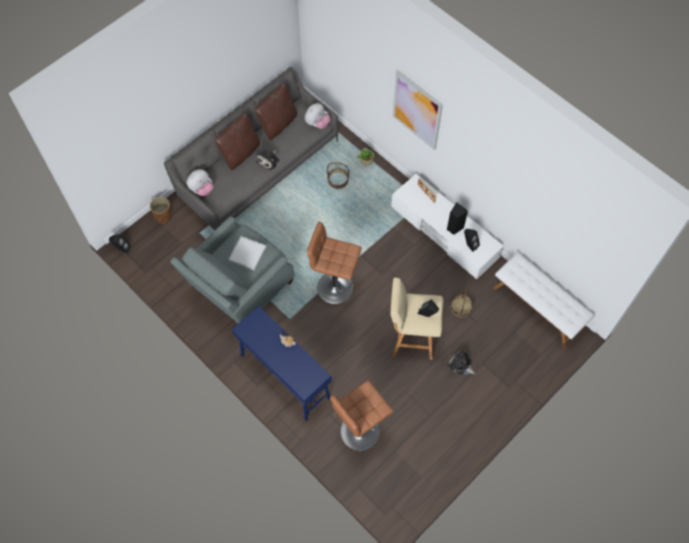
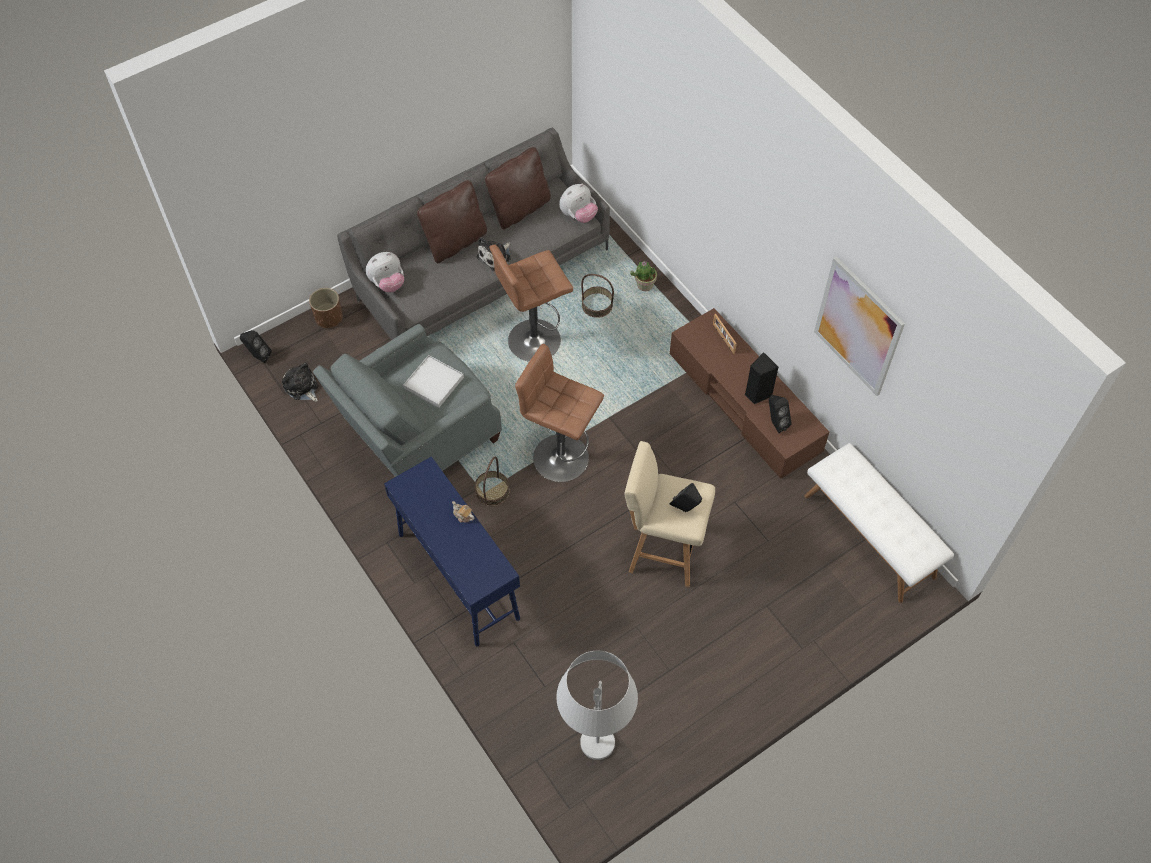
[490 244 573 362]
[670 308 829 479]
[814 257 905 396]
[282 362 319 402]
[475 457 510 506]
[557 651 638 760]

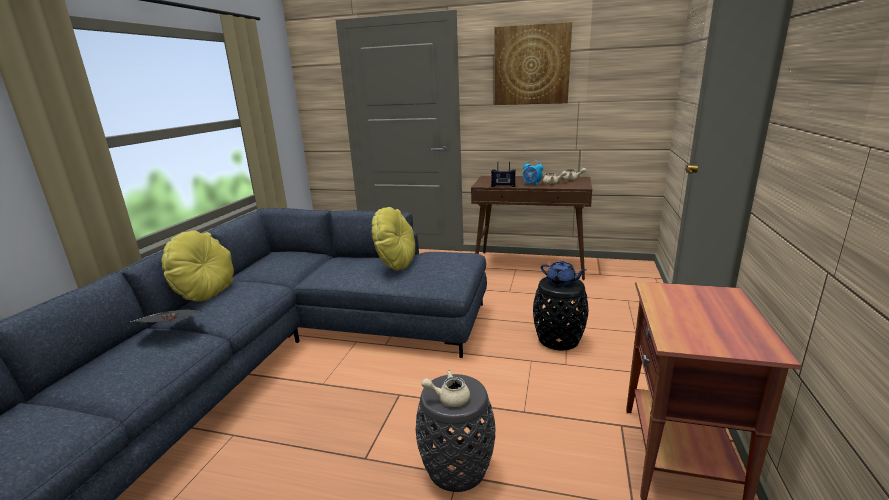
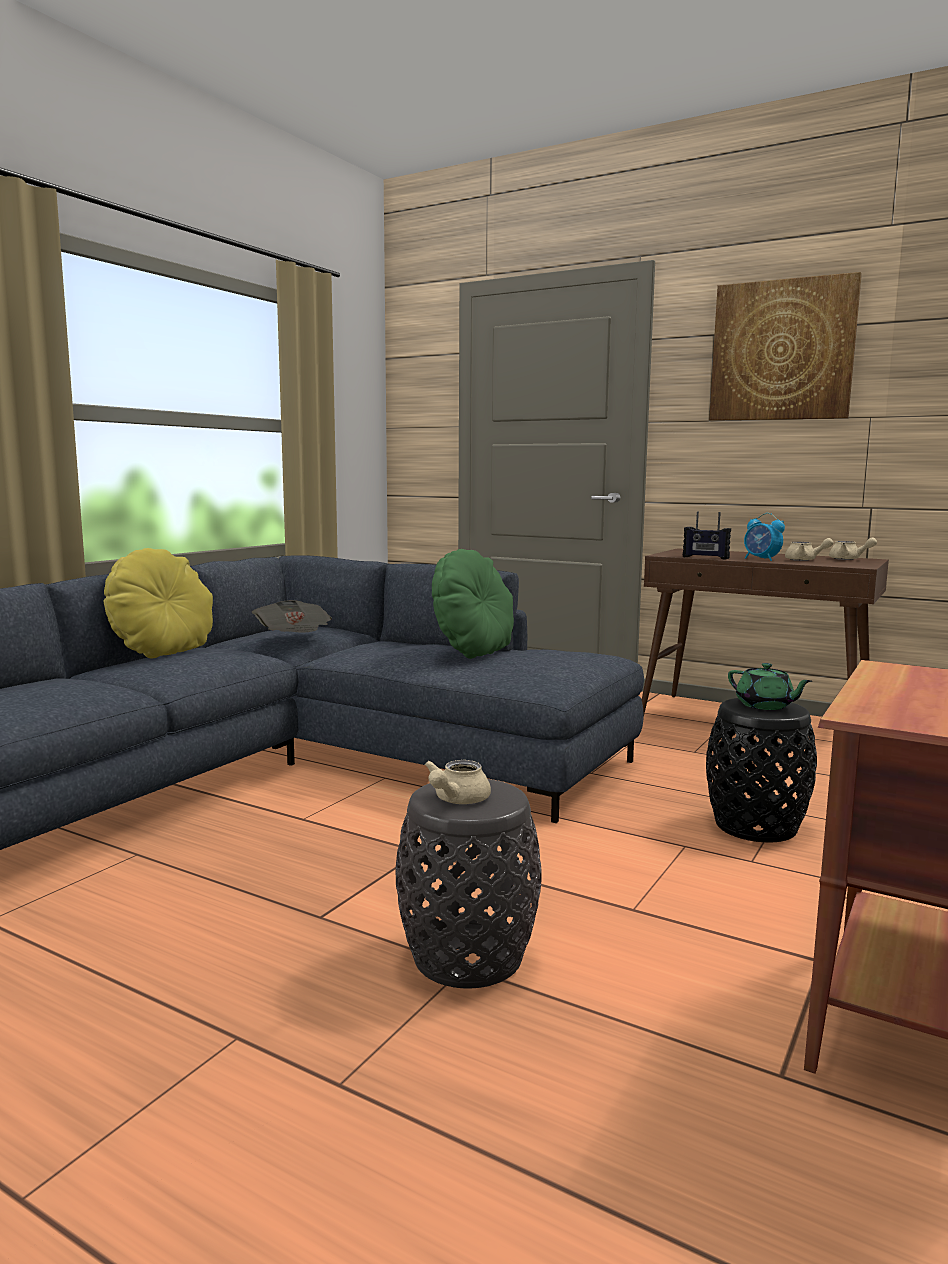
[252 600 332 633]
[432 549 514 659]
[425 760 491 804]
[728 663 812 710]

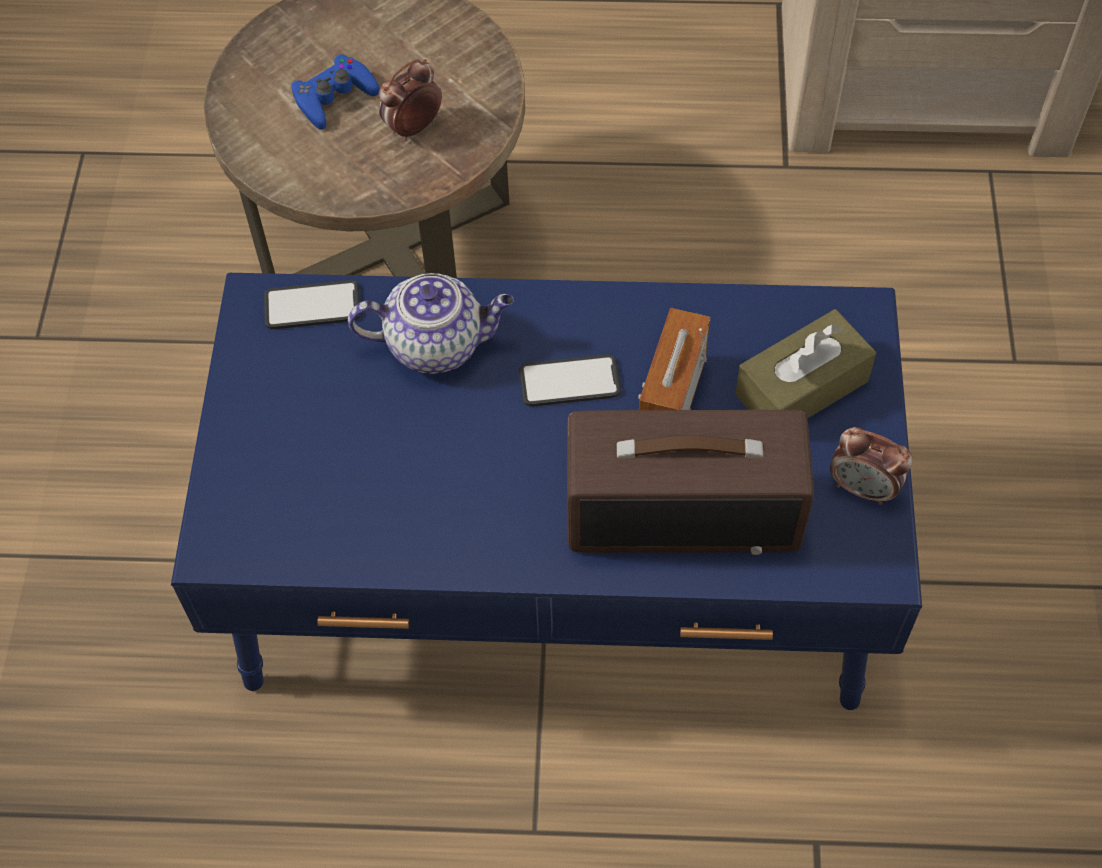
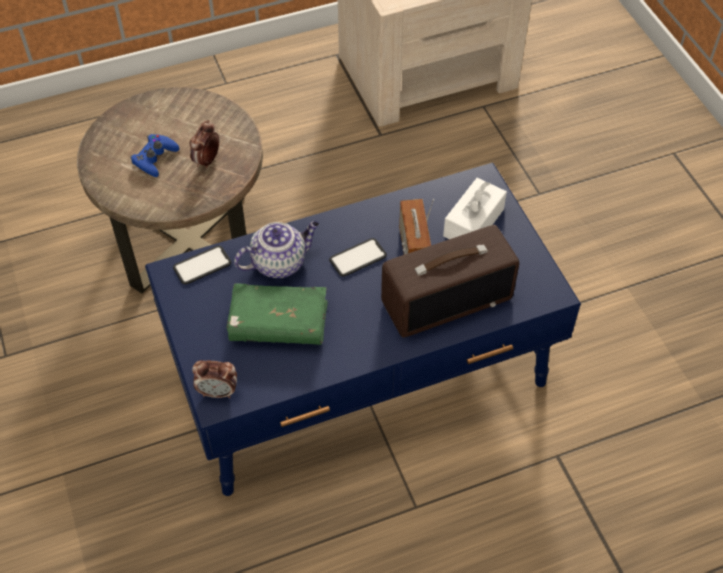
[443 178 507 239]
[192 360 237 398]
[227 283 328 345]

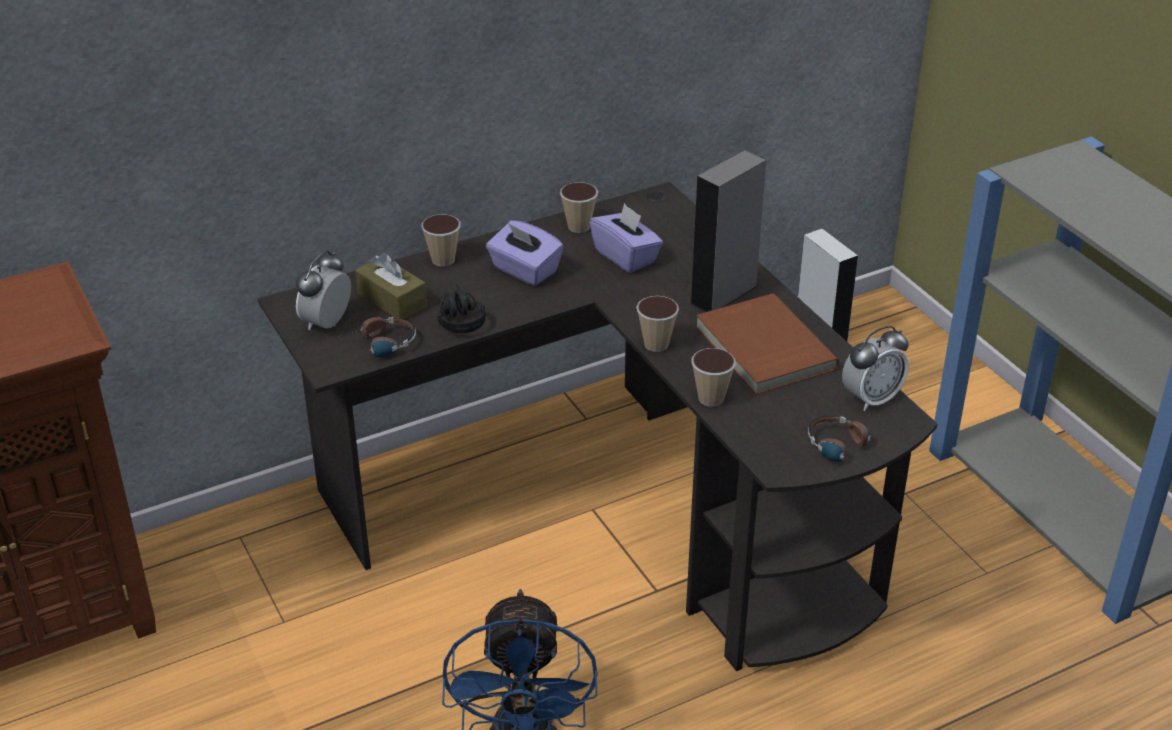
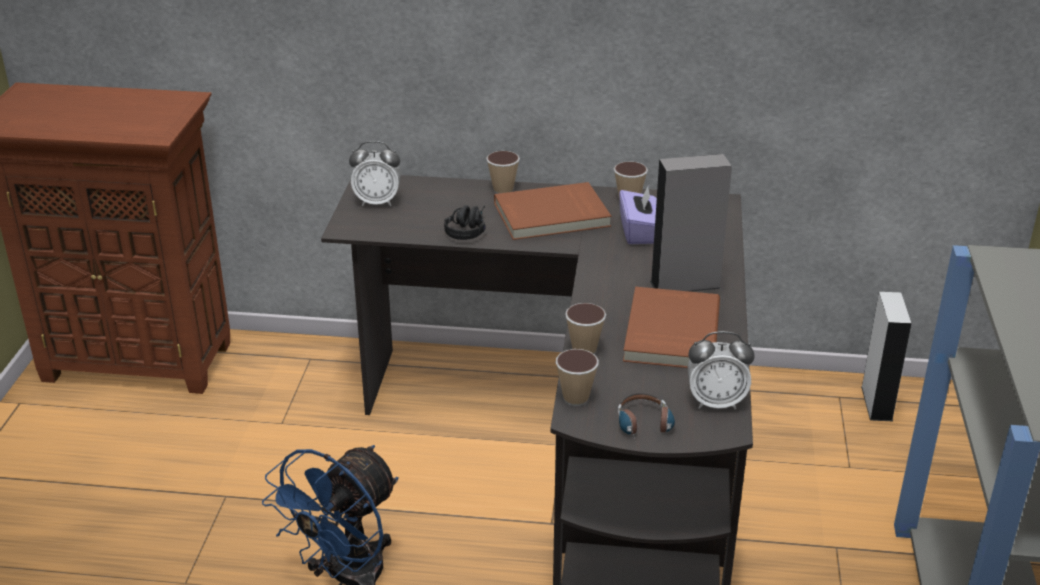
[349 141 401 206]
[338 317 416 358] (first image)
[355 253 427 319] (first image)
[494 182 611 240]
[556 349 599 406]

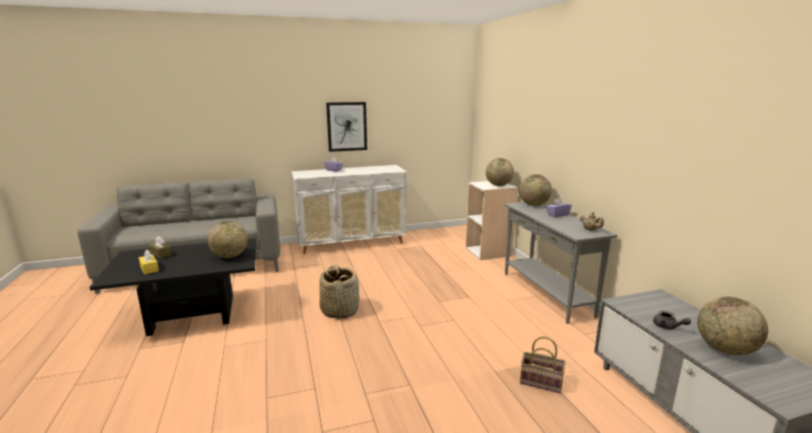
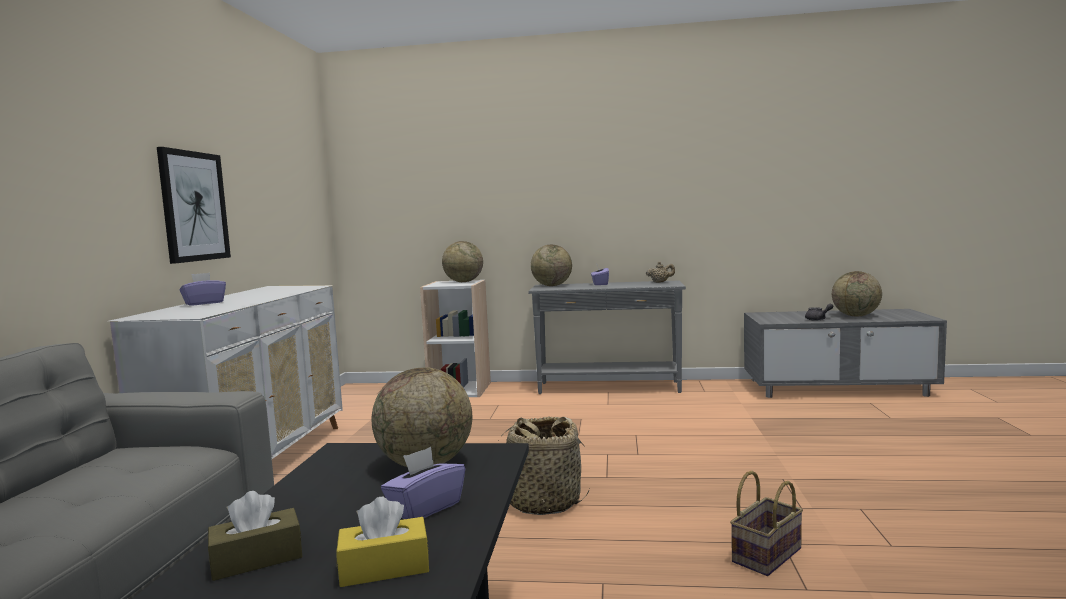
[730 471 803 576]
[381 447 465 519]

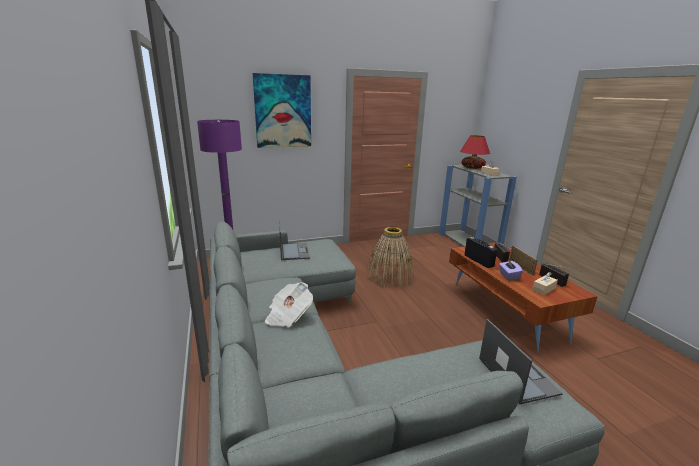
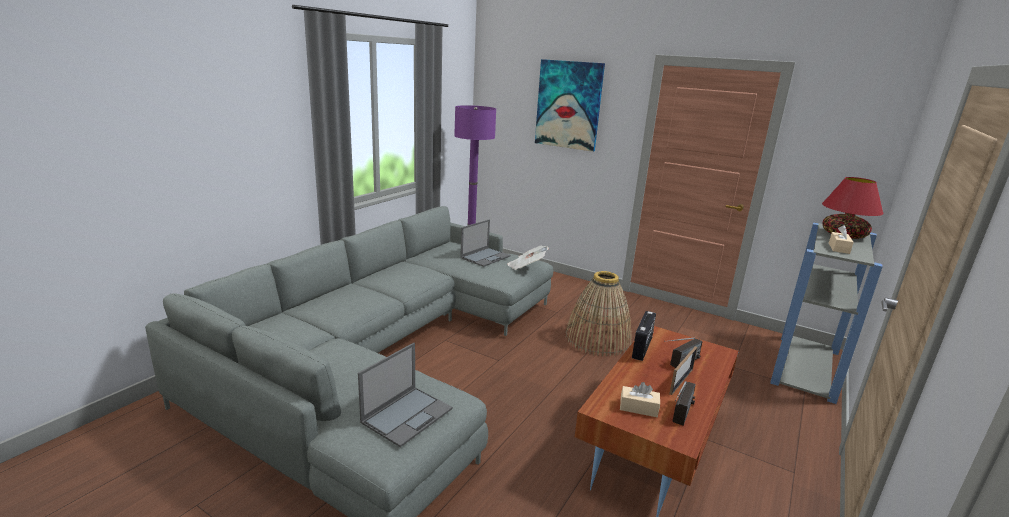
[507 246 549 270]
[499 259 523 280] (first image)

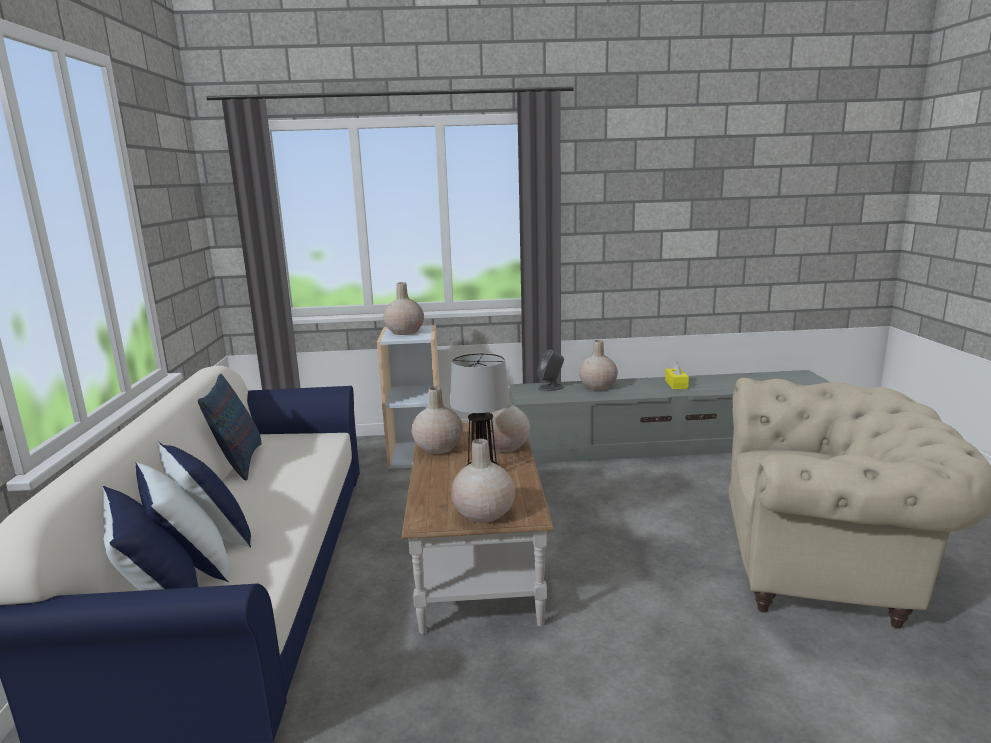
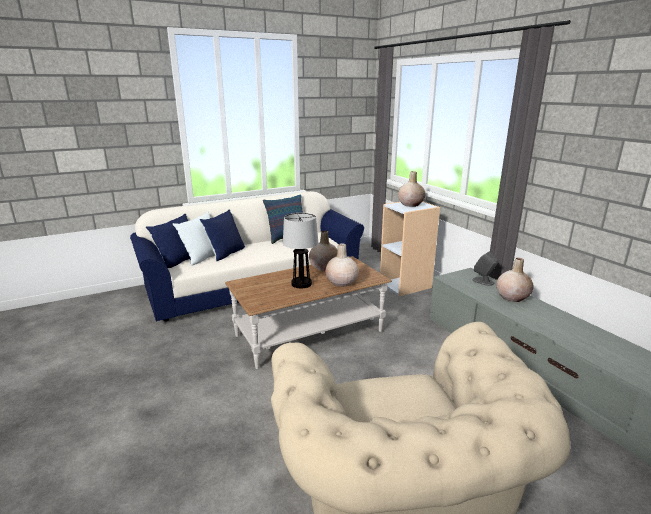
[451 439 515 523] (first image)
[665 361 689 389] (first image)

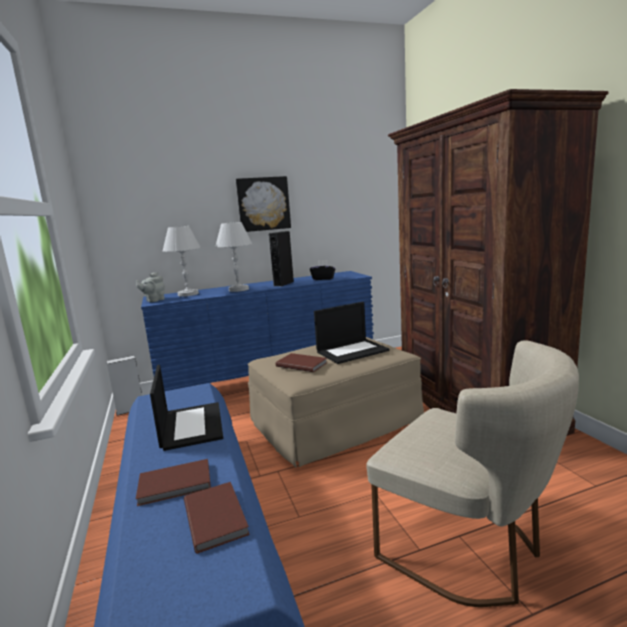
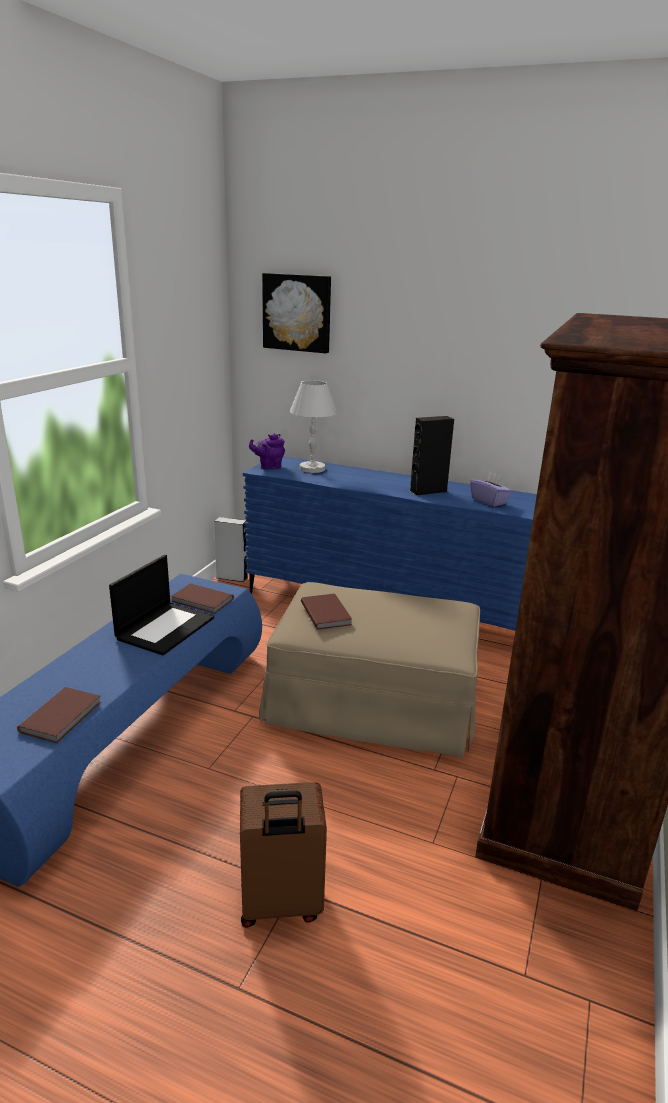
[249 434 285 469]
[171 583 234 614]
[215 222 252 292] (first image)
[262 273 331 353]
[470 472 512 507]
[314 302 390 364] (first image)
[240 782 327 928]

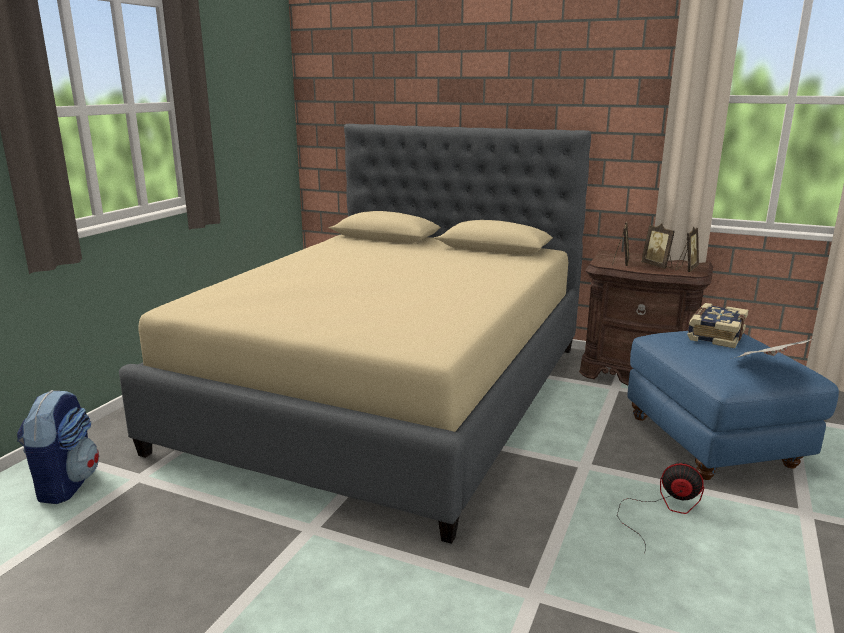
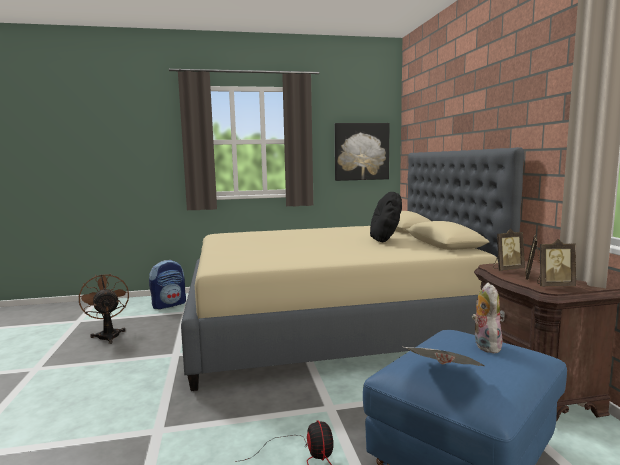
[472 282 503 353]
[79 273 129 344]
[335 123 390 181]
[370 192 402 242]

